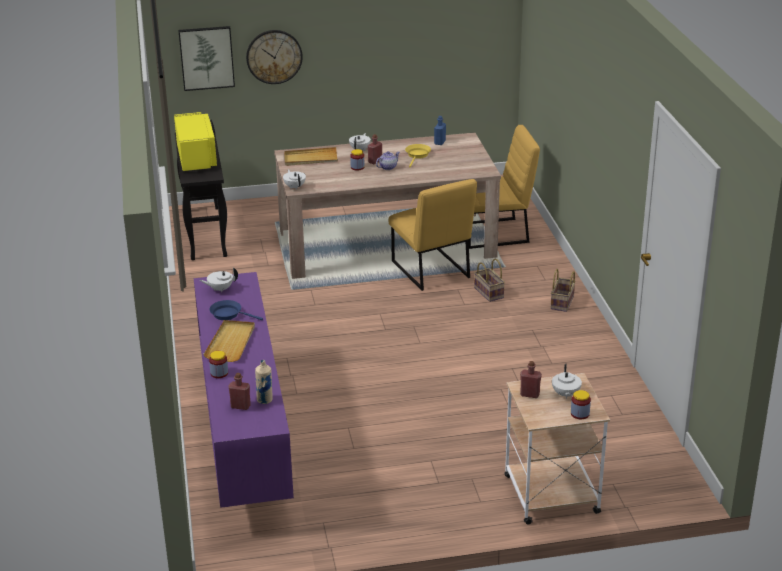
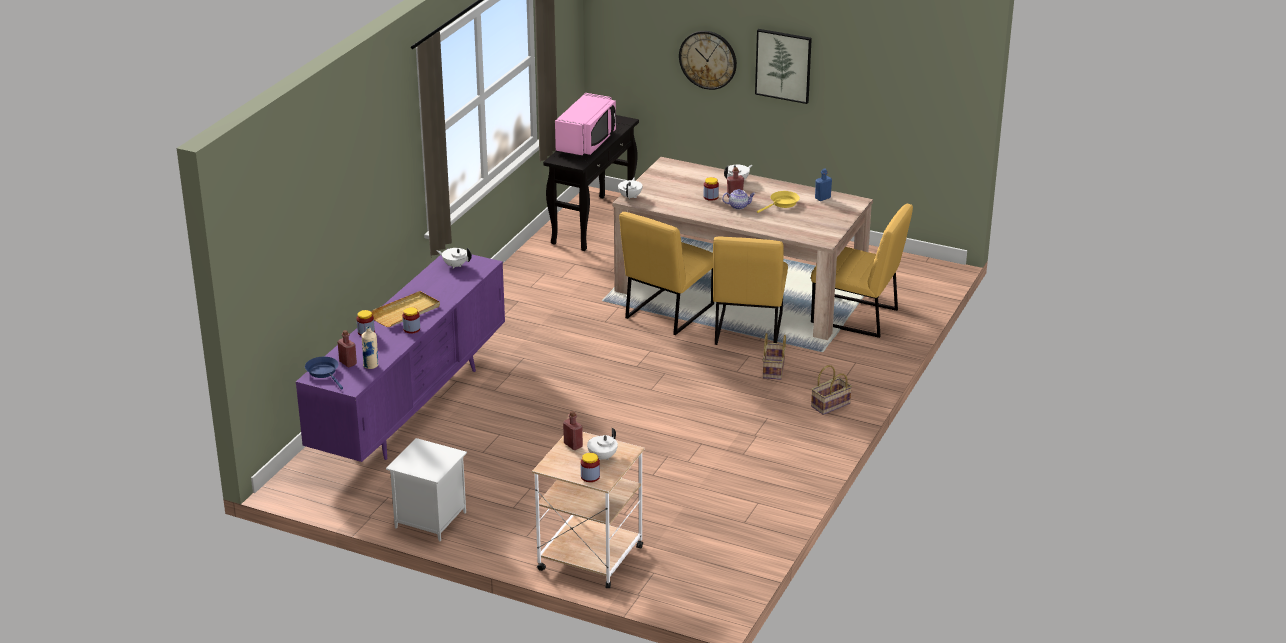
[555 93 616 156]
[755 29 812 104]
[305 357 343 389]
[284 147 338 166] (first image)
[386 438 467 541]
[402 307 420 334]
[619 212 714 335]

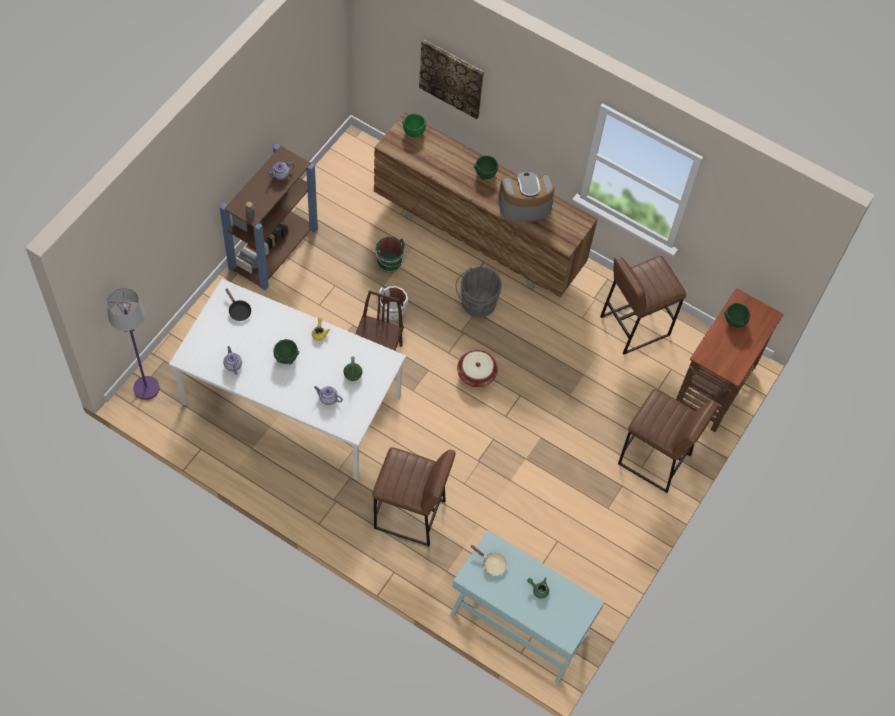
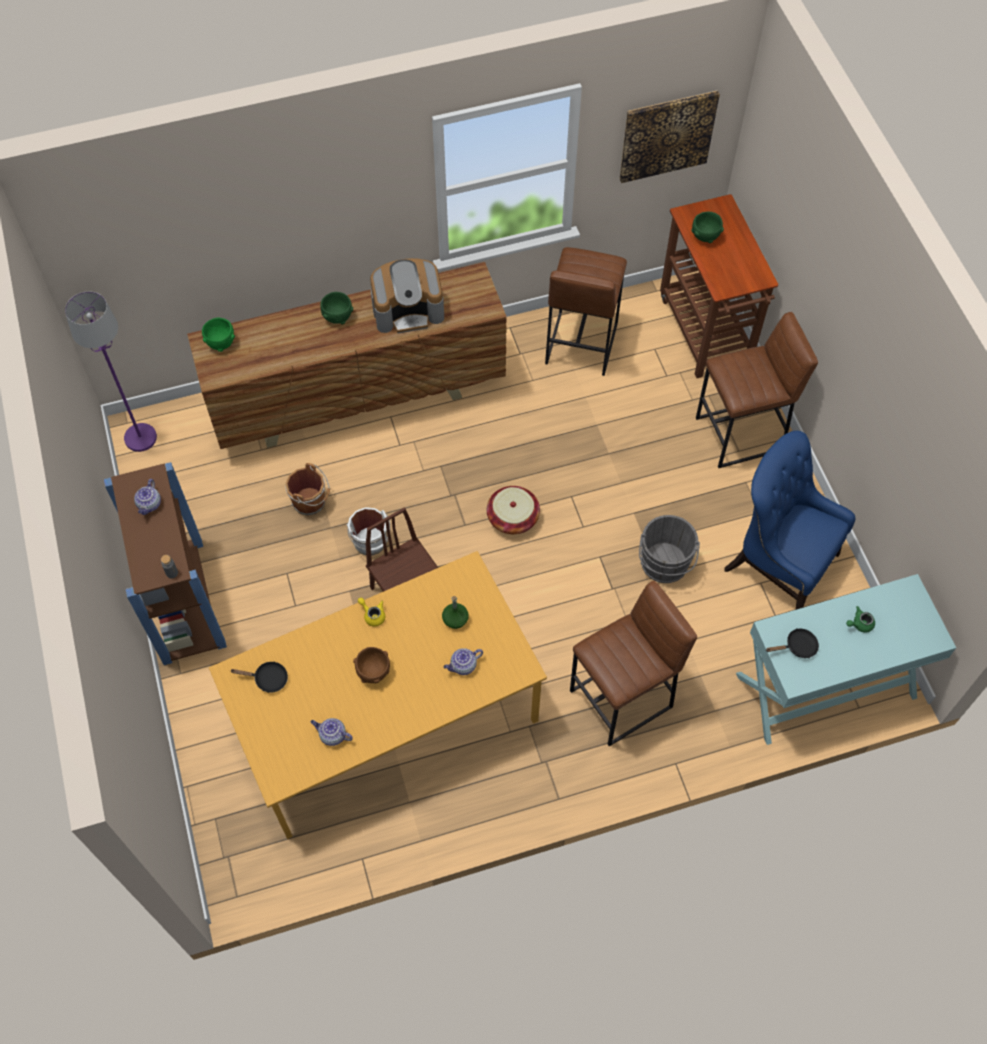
[65 291 157 452]
[209 551 547 839]
[353 647 390 683]
[285 463 330 516]
[620 90 720 183]
[639 515 700 583]
[766 628 819 658]
[370 258 444 333]
[724 431 855 610]

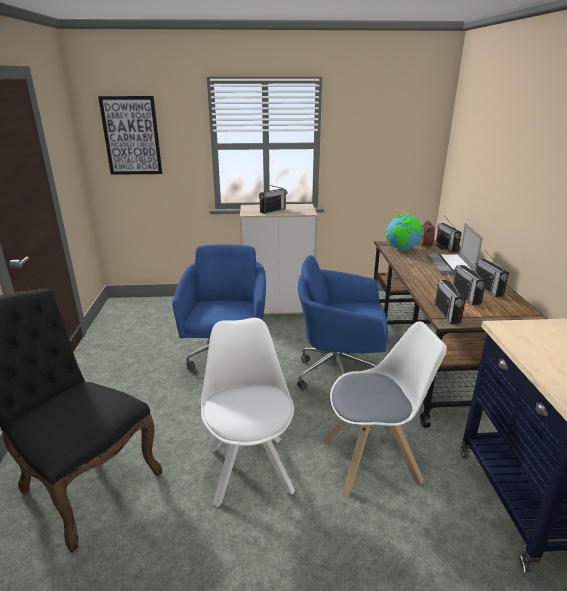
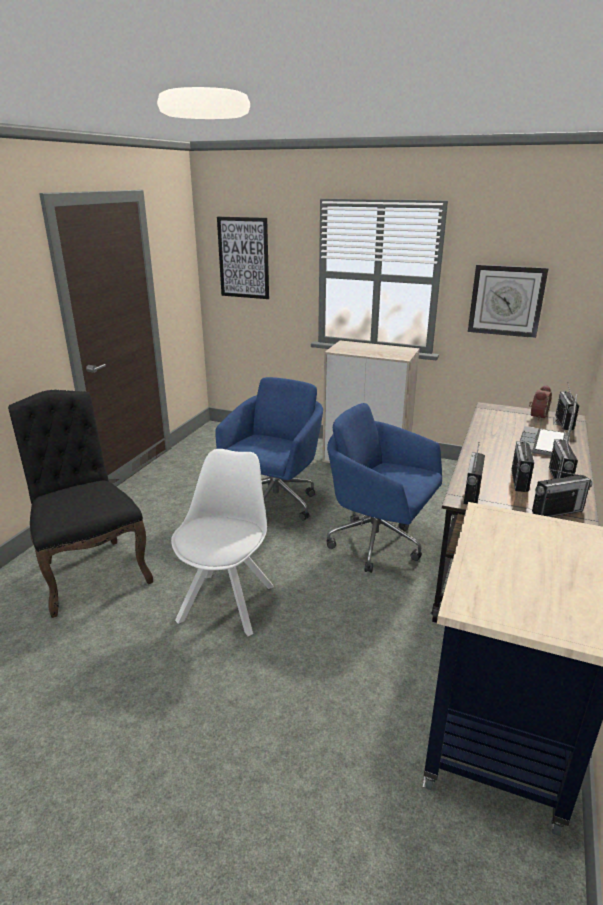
[532 469 592 517]
[322 321 447 496] (first image)
[386 214 423 251] (first image)
[468 264 549 338]

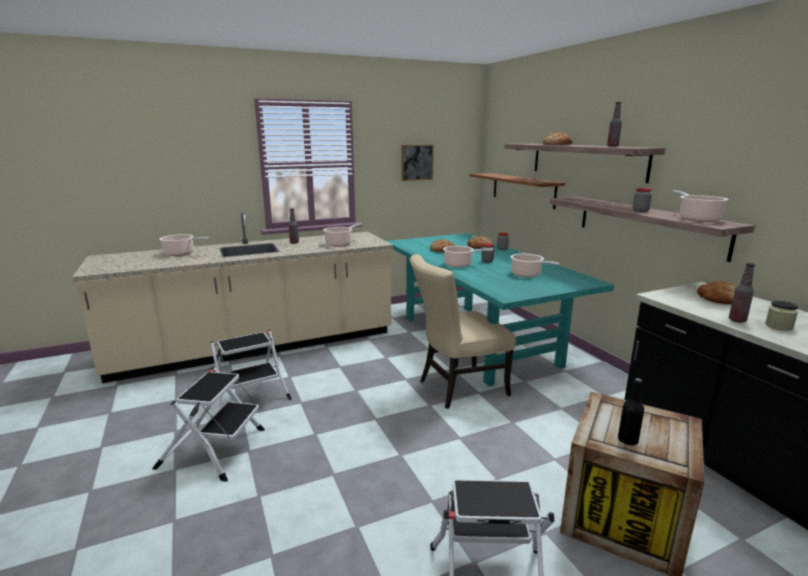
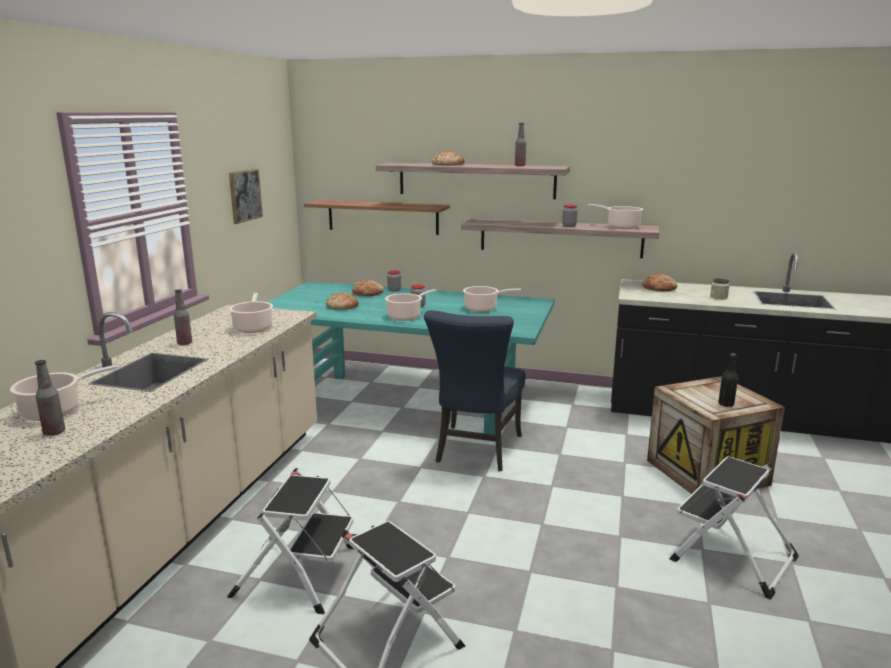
[424 310 526 471]
[35 360 65 436]

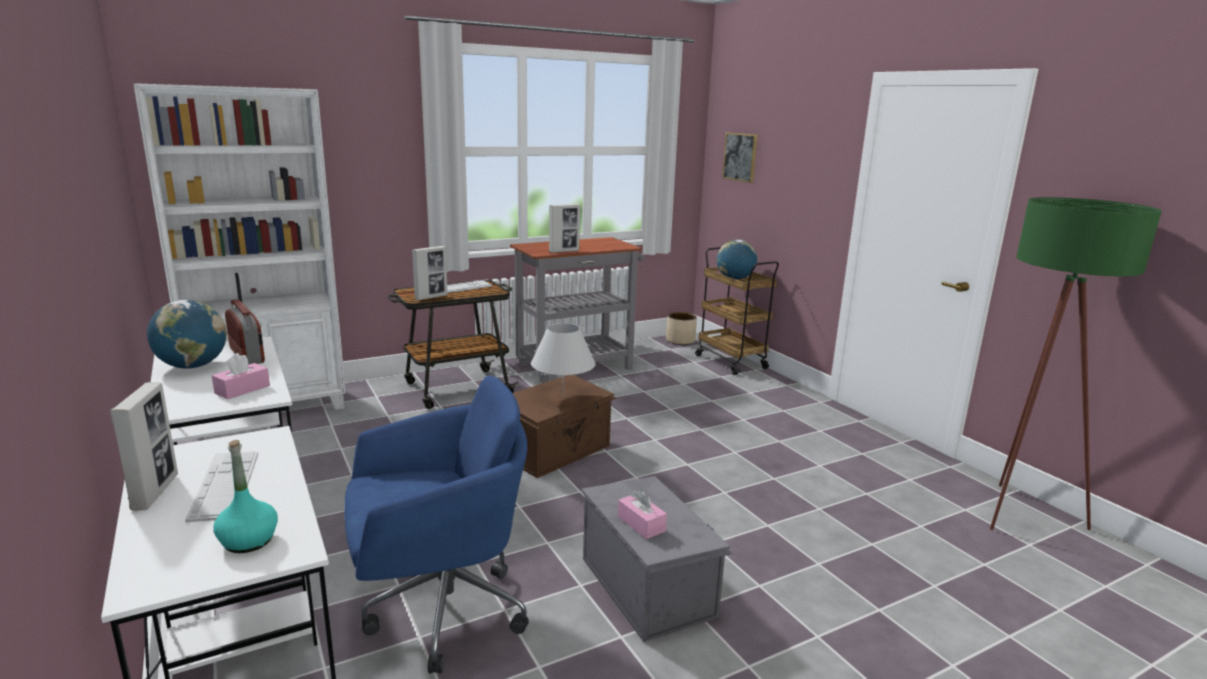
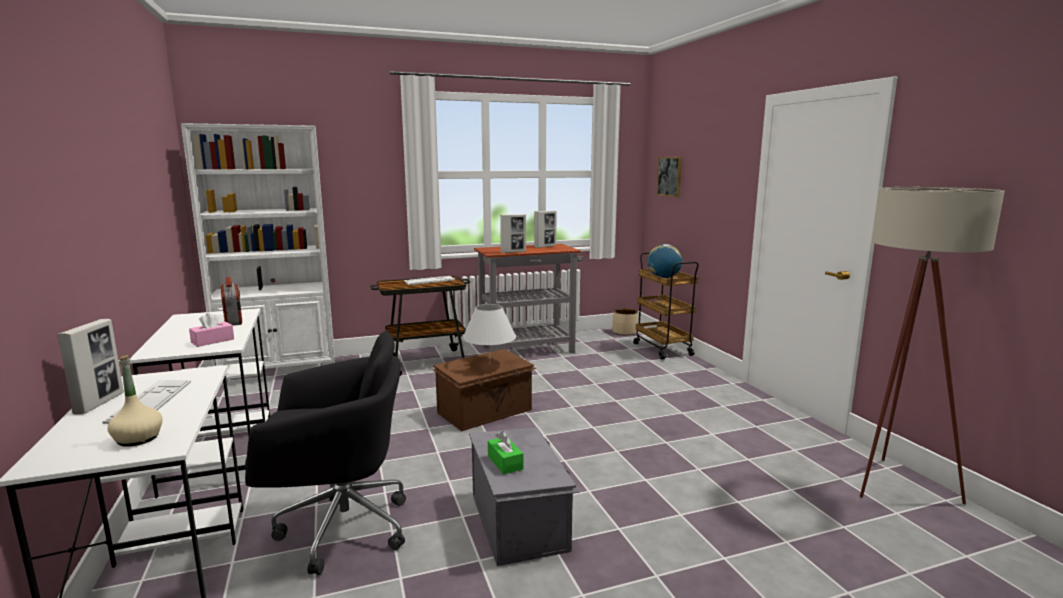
[147 300 227 369] (first image)
[107 355 162 447]
[245 331 406 575]
[534 211 557 248]
[488 431 524 474]
[860 187 1005 504]

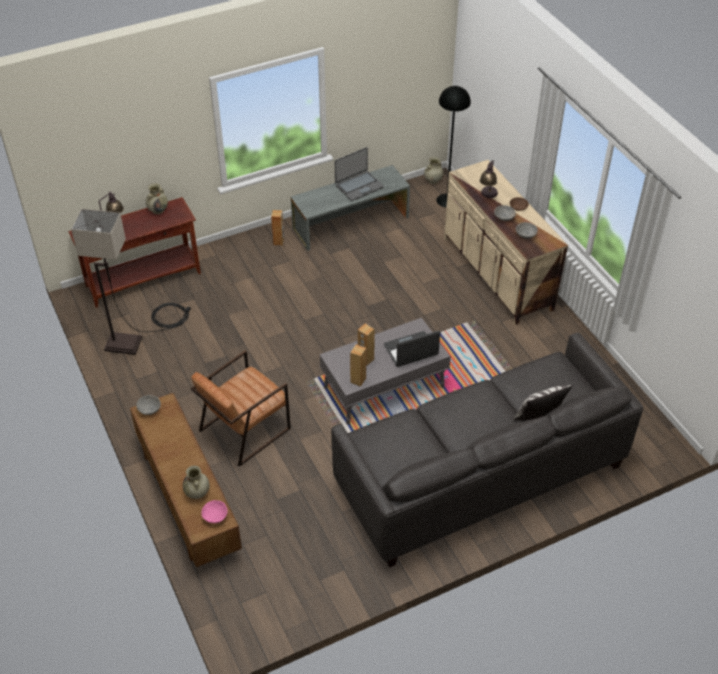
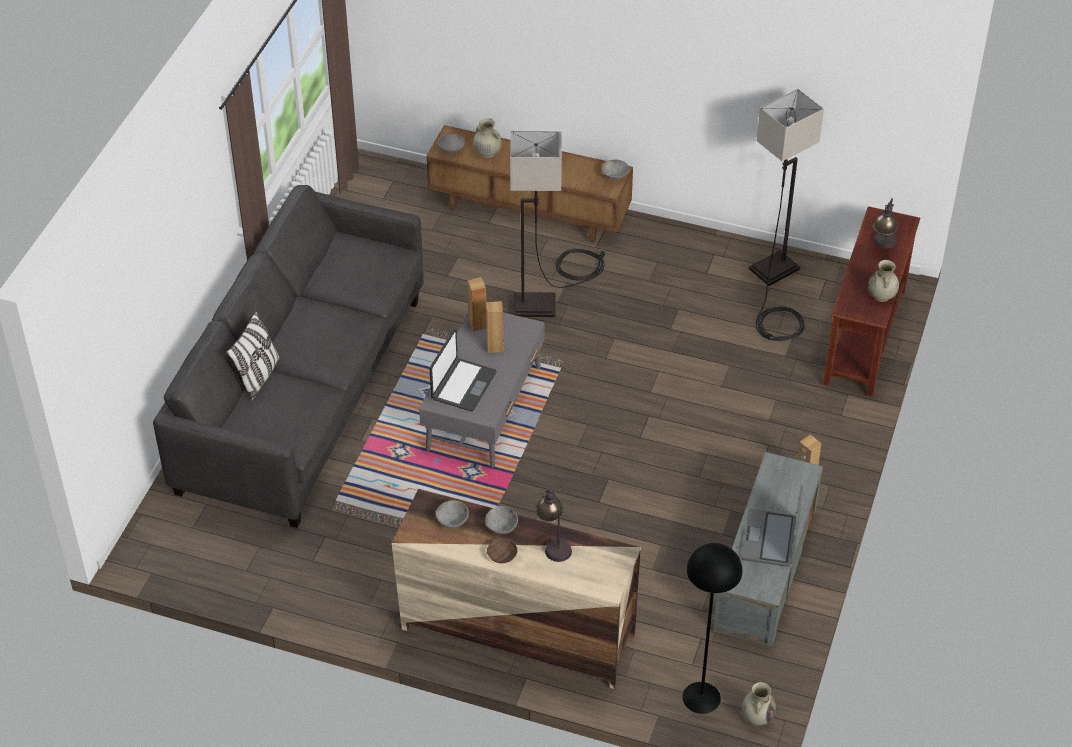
[510 131 605 317]
[438 134 465 153]

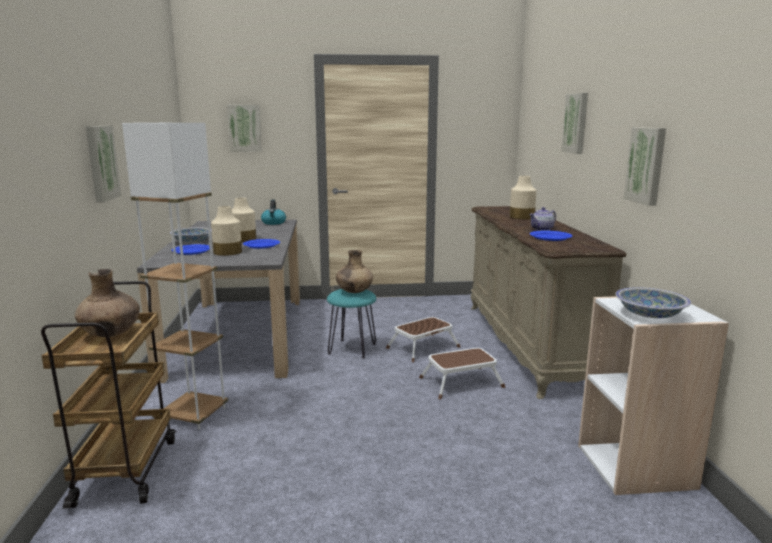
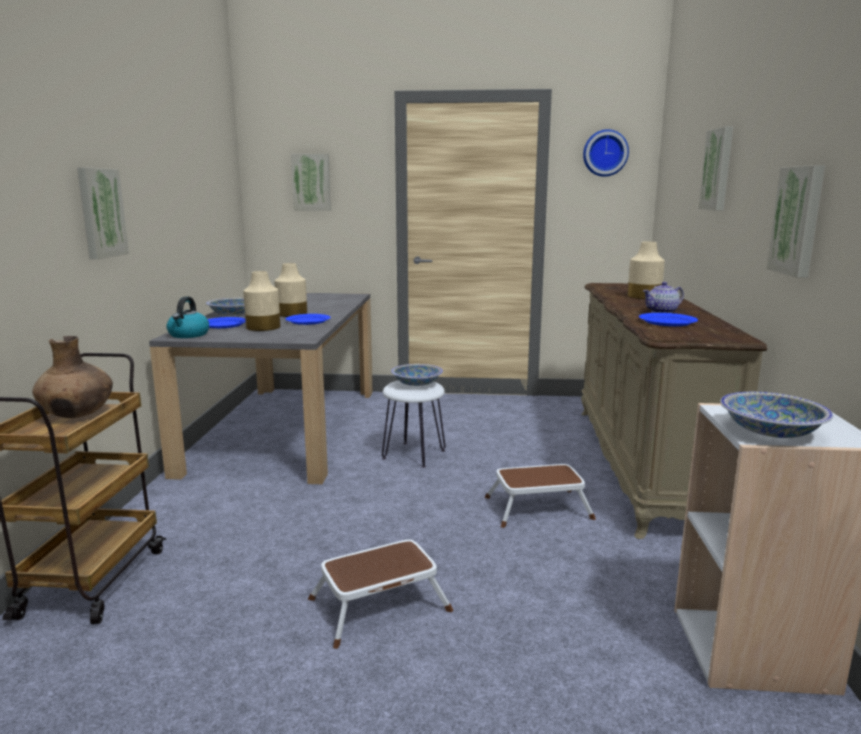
[122 123 228 429] (first image)
[166 296 209 338]
[382 380 446 468]
[391 364 443 386]
[308 540 453 649]
[583 129 629 177]

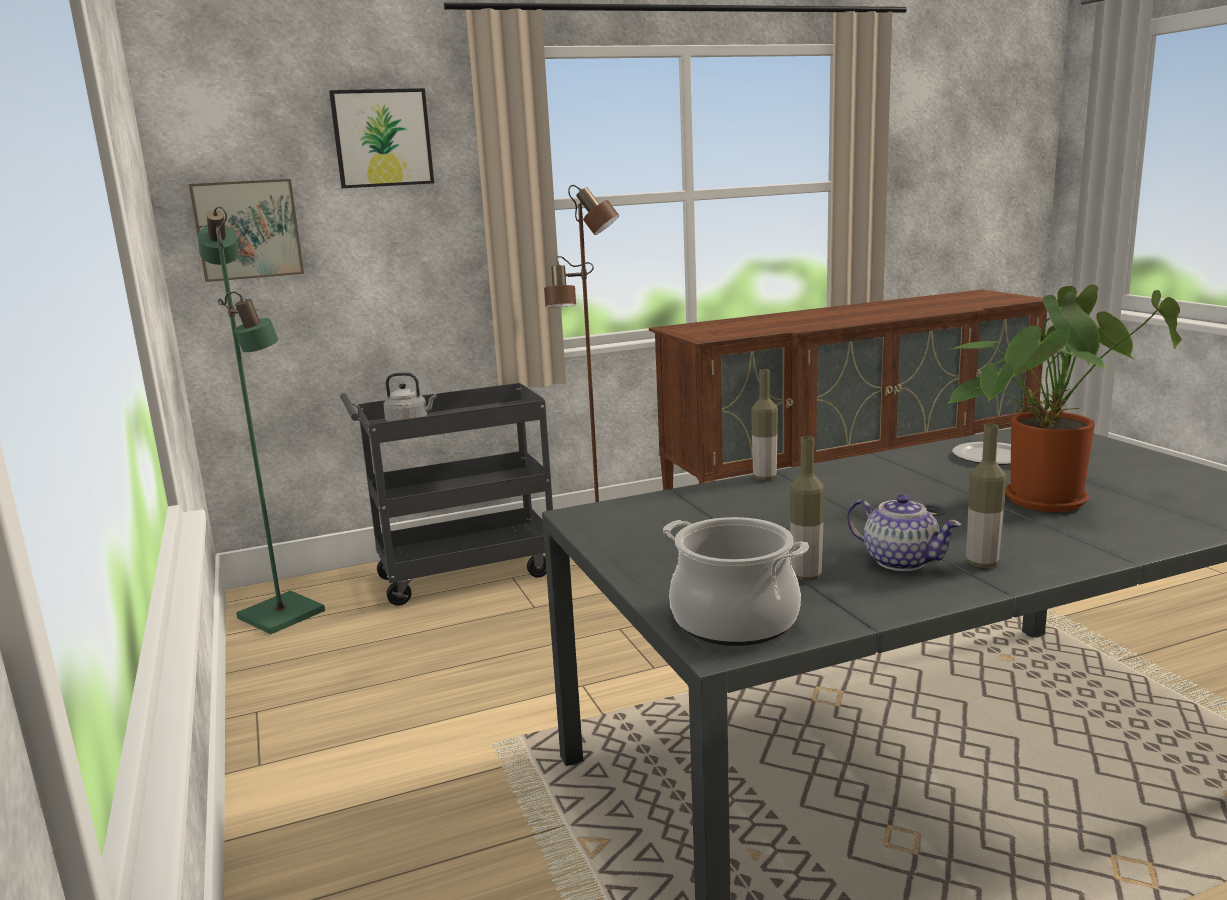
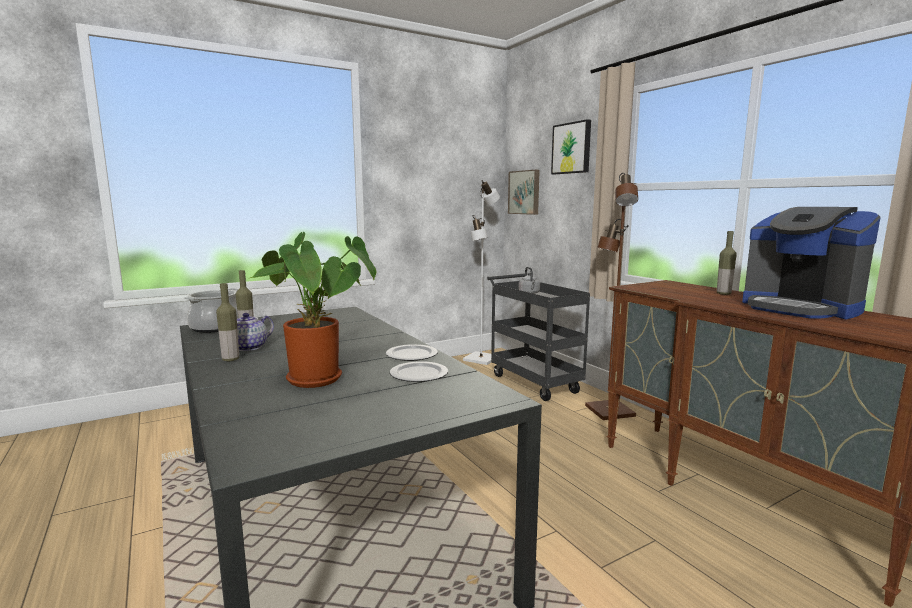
[463 180 500 365]
[717 231 737 295]
[386 344 438 361]
[742 207 881 319]

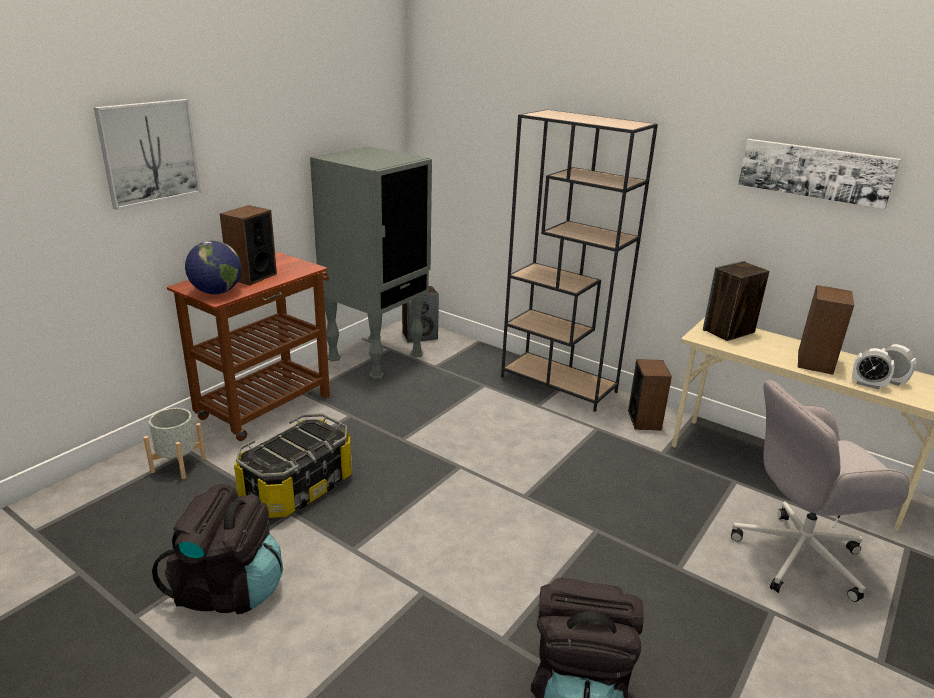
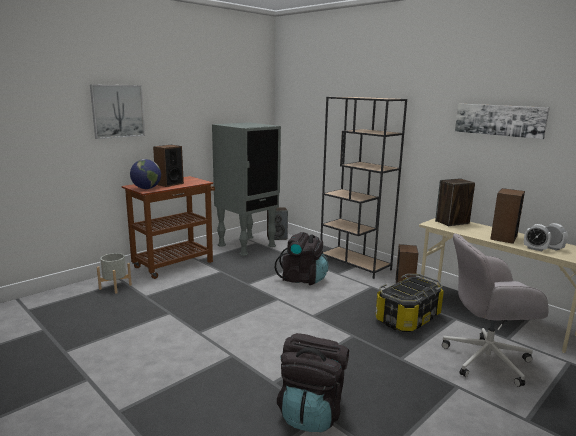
[275 232 328 285]
[375 274 444 332]

